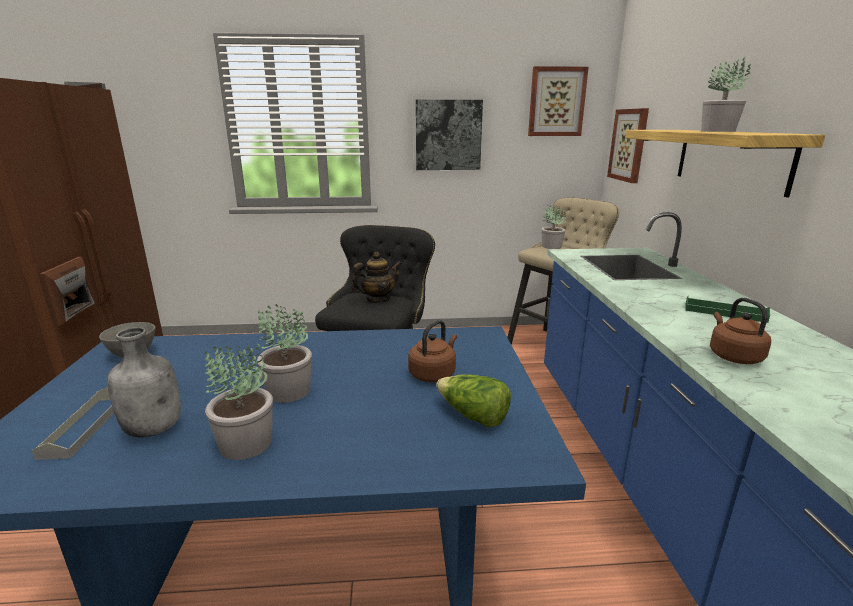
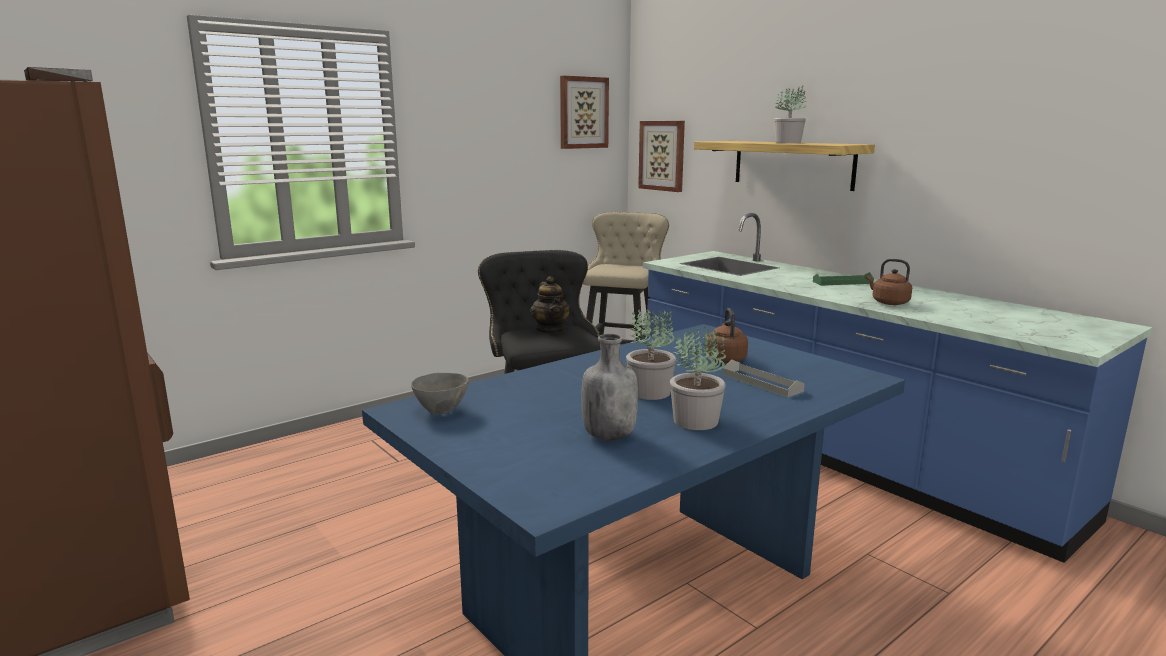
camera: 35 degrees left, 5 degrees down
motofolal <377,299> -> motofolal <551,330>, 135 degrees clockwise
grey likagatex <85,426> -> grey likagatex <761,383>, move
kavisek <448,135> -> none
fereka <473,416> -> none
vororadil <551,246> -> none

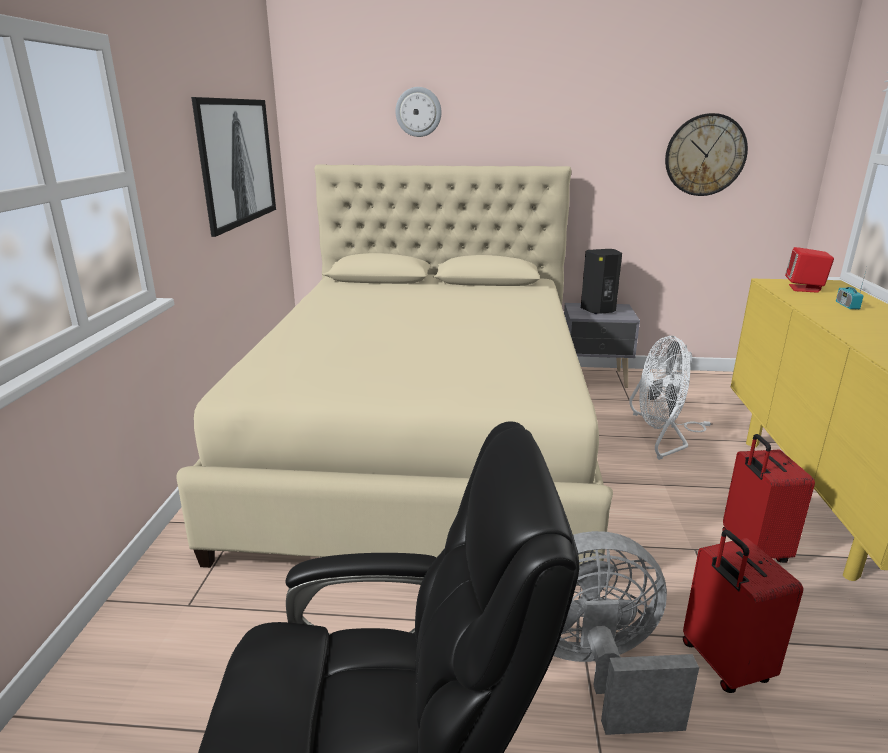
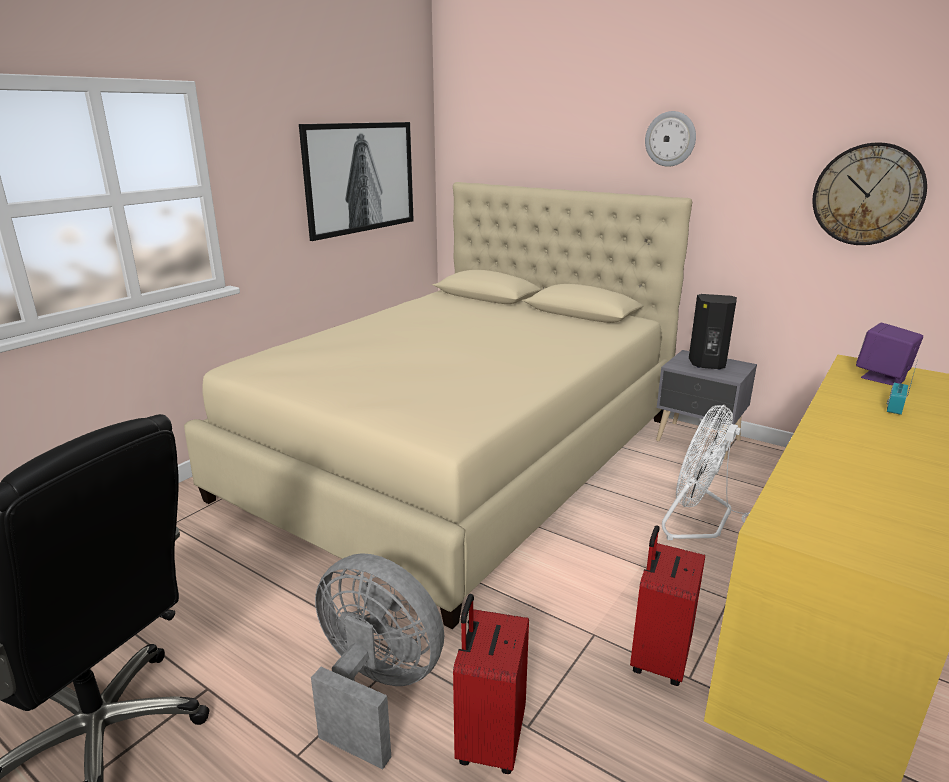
camera: 30 degrees right, 0 degrees up
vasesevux <418,112> -> vasesevux <670,139>, move
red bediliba <804,288> -> purple bediliba <882,377>

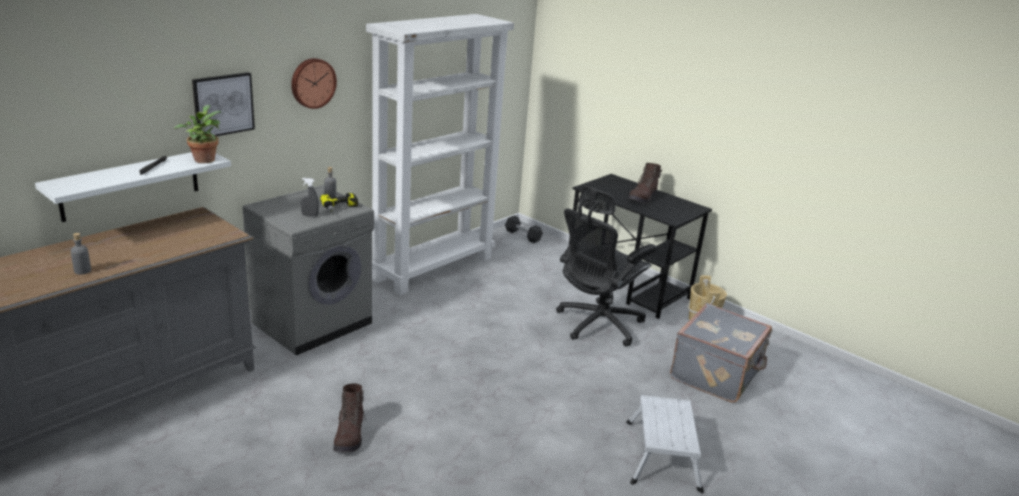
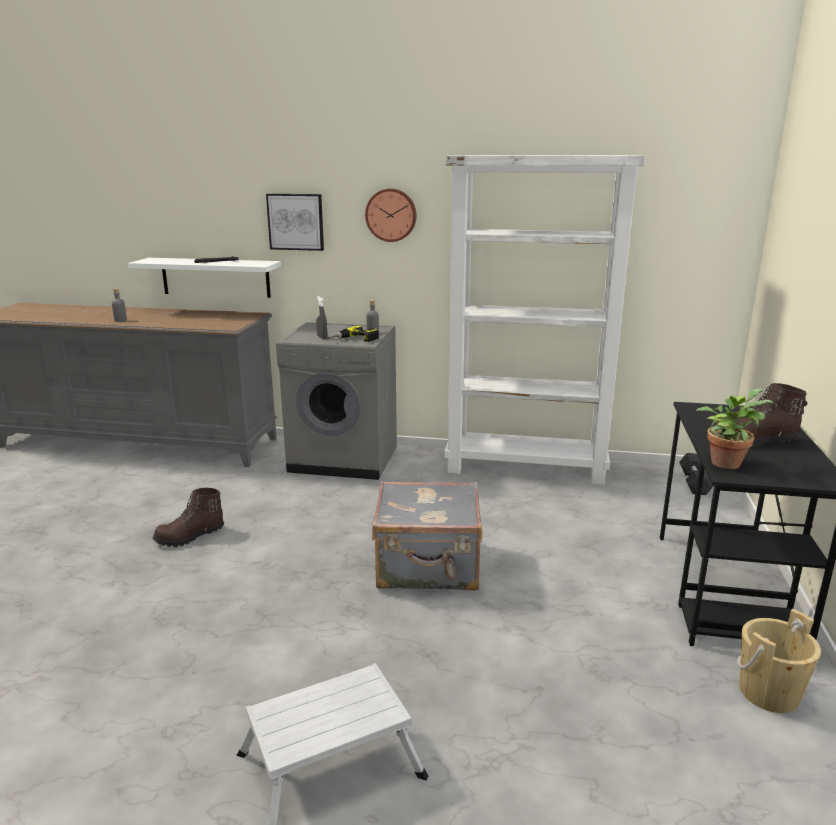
camera: 60 degrees right, 5 degrees down
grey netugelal <717,375> -> grey netugelal <428,567>, move
vororadil <204,159> -> vororadil <726,462>, move
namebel <597,326> -> none

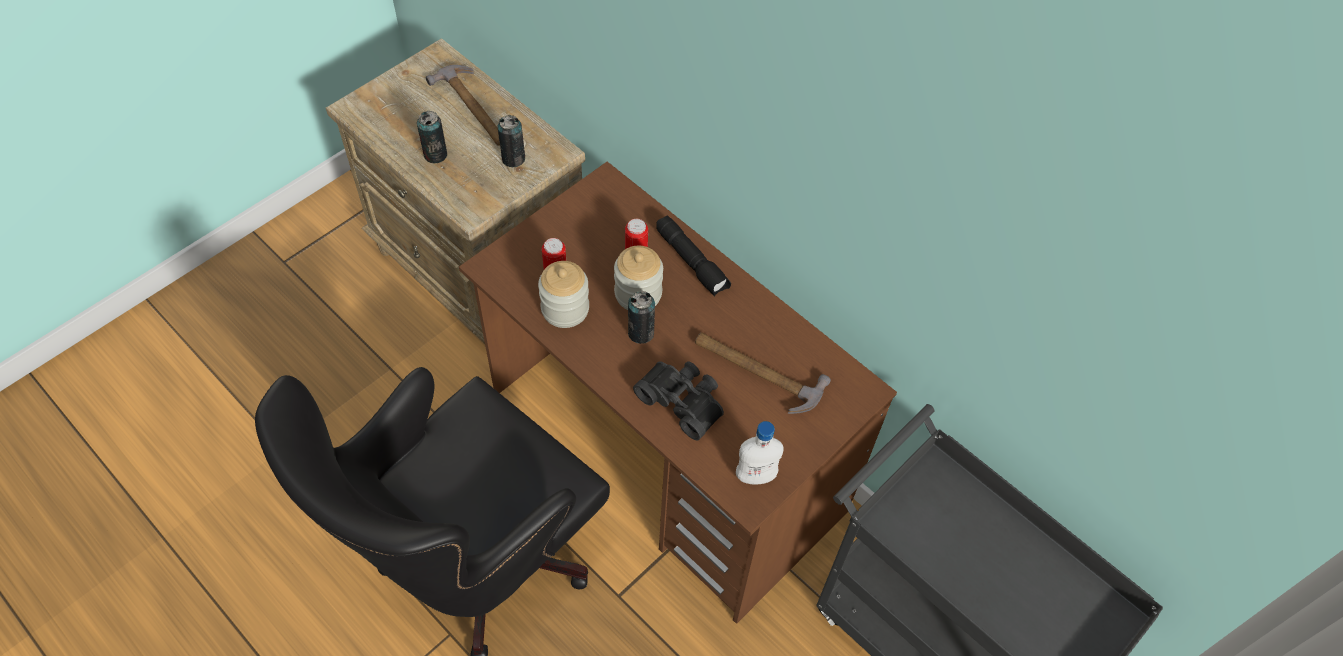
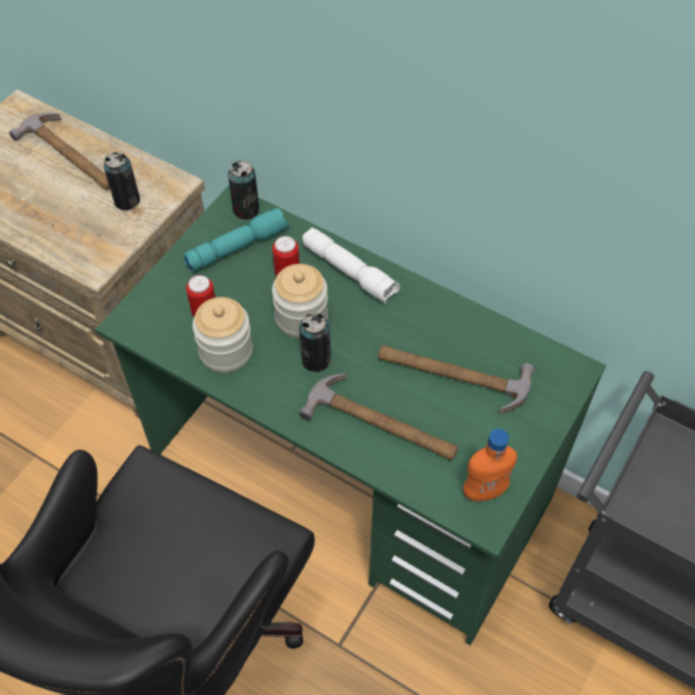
camera: 10 degrees left, 0 degrees up
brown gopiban <665,452> -> green gopiban <349,479>
none -> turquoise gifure <237,246>
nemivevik <435,155> -> nemivevik <246,210>, move
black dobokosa <683,400> -> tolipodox <382,424>
black gifure <692,262> -> white gifure <350,271>
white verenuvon <755,476> -> orange verenuvon <484,491>

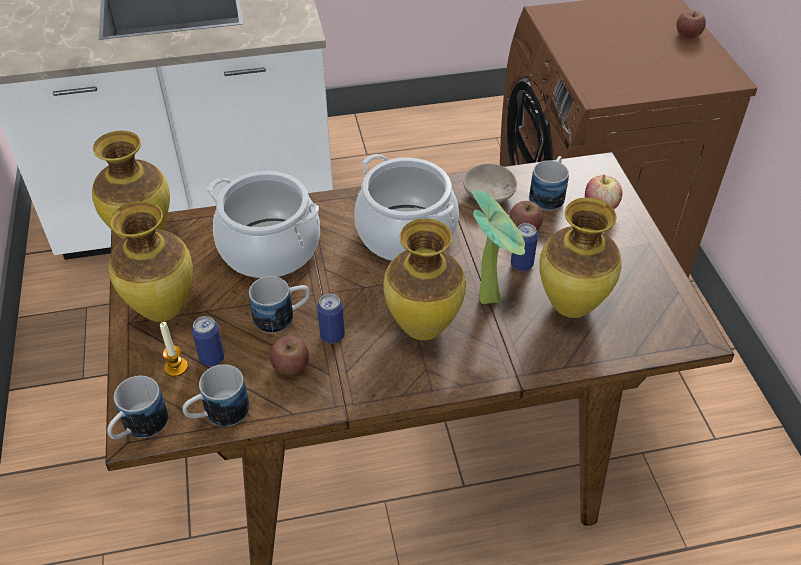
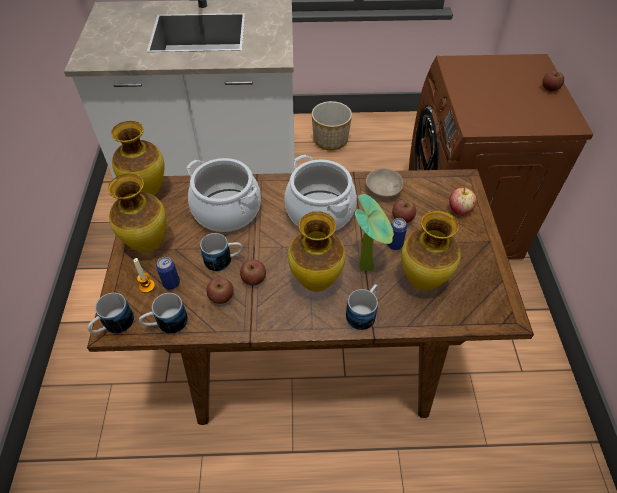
camera: 10 degrees right, 5 degrees up
nemivevik <332,335> -> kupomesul <253,279>
none -> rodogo <330,140>
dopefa <549,194> -> dopefa <364,312>, move

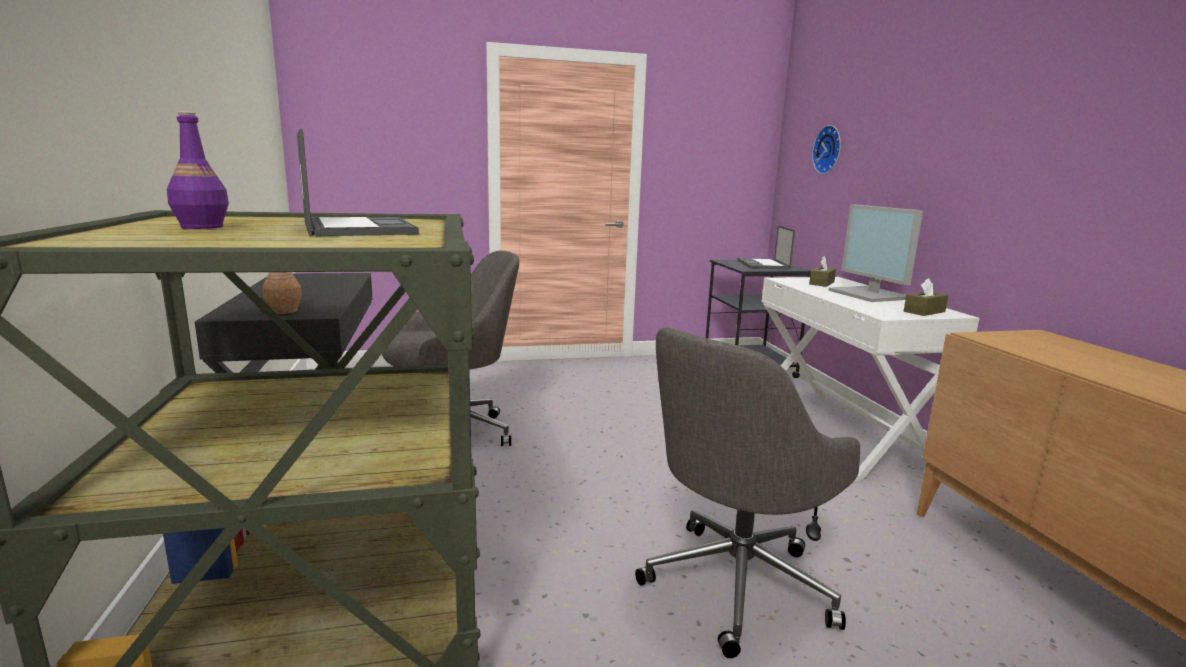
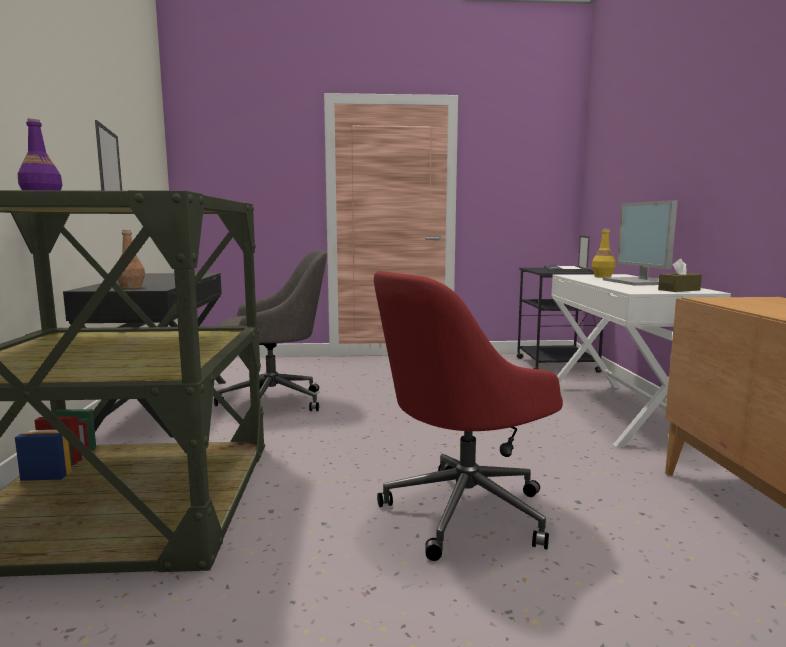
camera: 10 degrees right, 5 degrees down
grey namebel <737,586> -> red namebel <464,513>
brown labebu <821,283> -> yellow verenuvon <602,277>
vasesevux <829,150> -> none

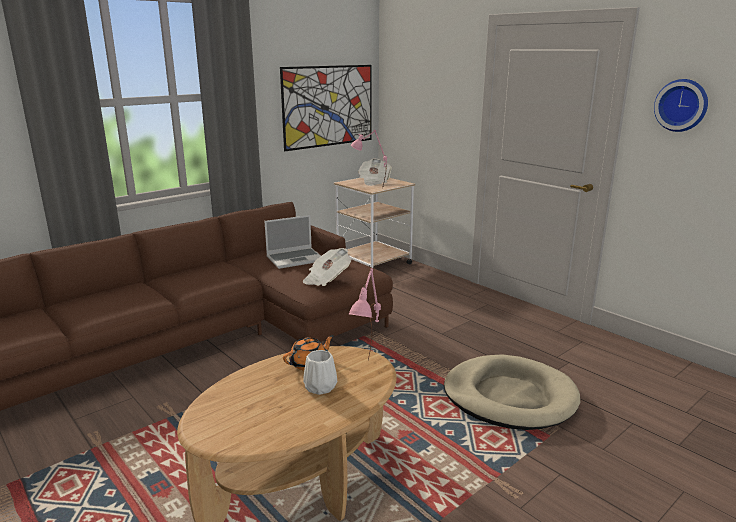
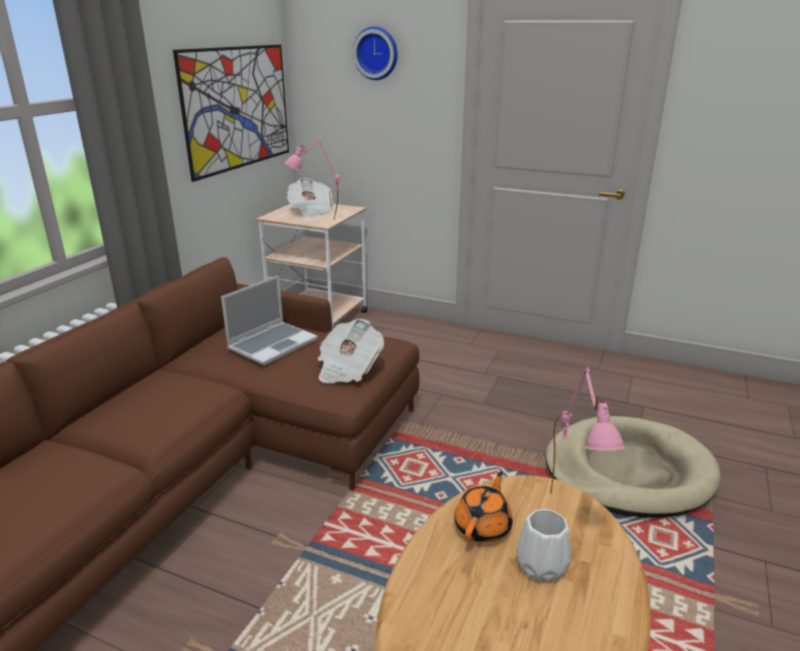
camera: 25 degrees left, 5 degrees up
vasesevux <682,105> -> vasesevux <377,53>, move

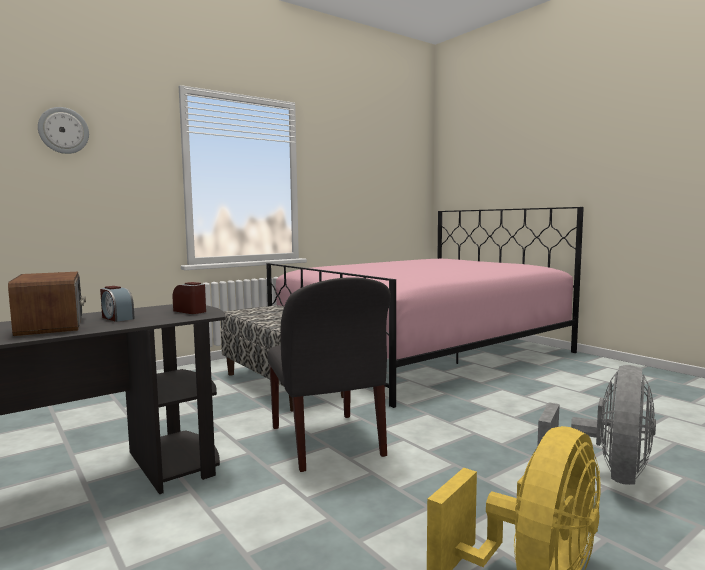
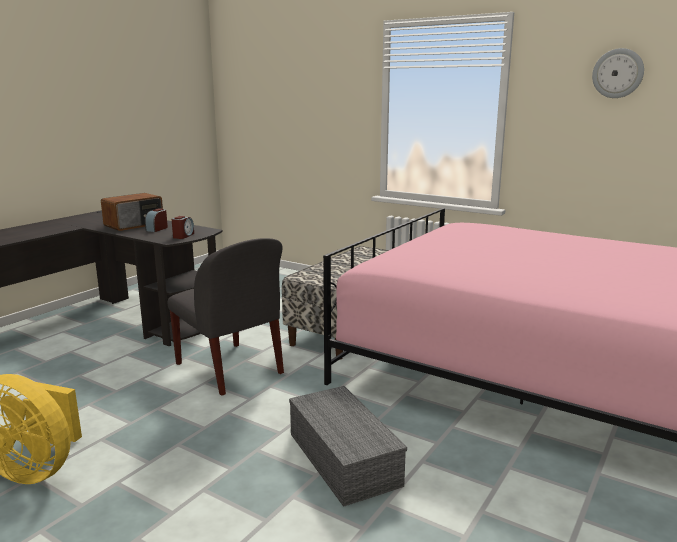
camera: 70 degrees right, 10 degrees up
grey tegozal <327,442> -> grey tegozal <230,369>, 90 degrees counterclockwise
none -> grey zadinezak <341,458>
vasesevux <63,130> -> vasesevux <617,73>, move
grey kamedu <606,476> -> none

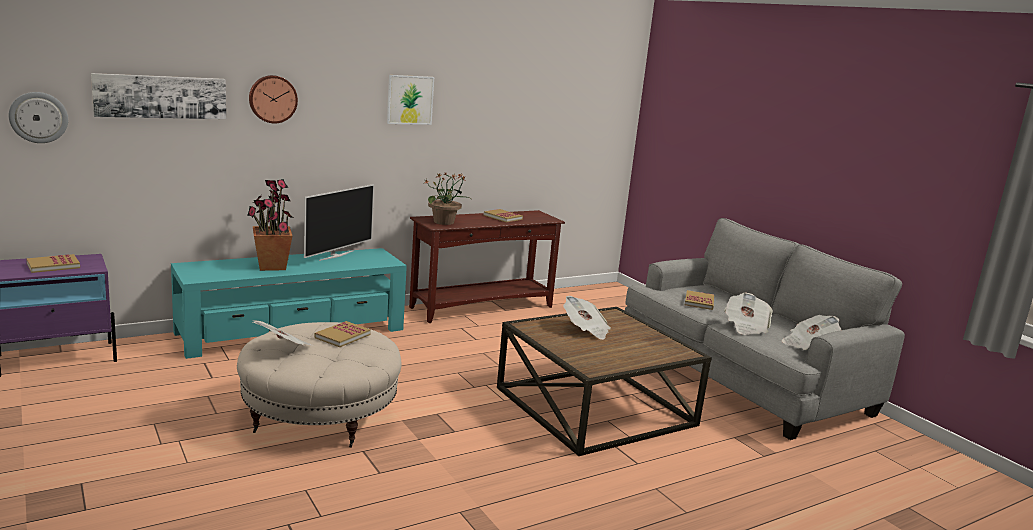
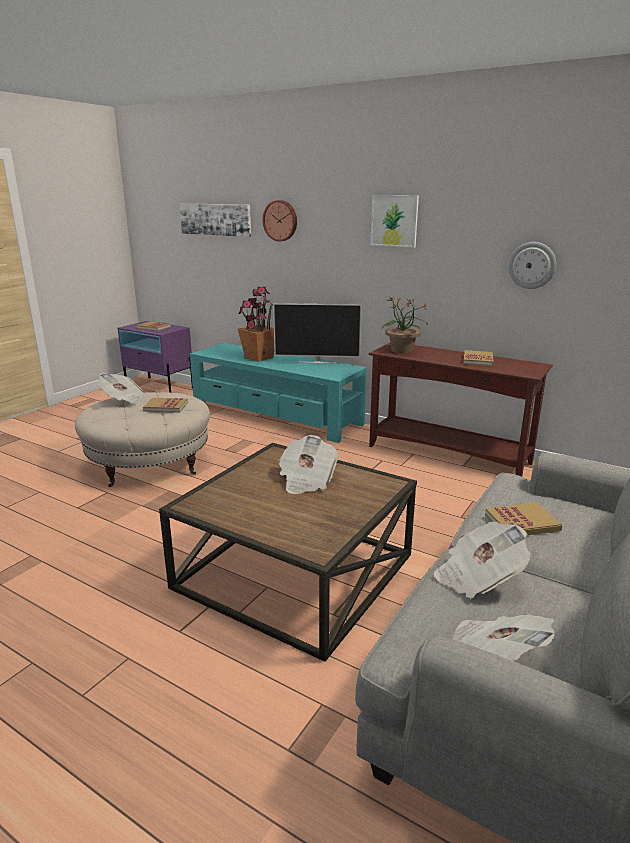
camera: 65 degrees right, 5 degrees up
vasesevux <38,117> -> vasesevux <532,265>, move

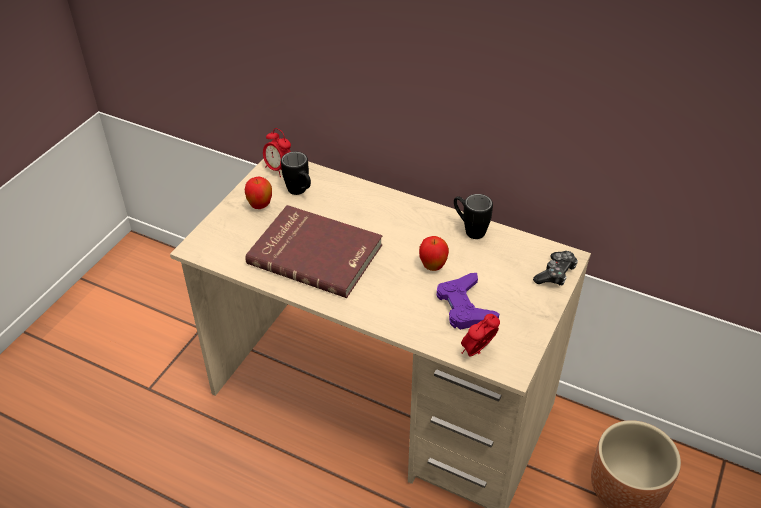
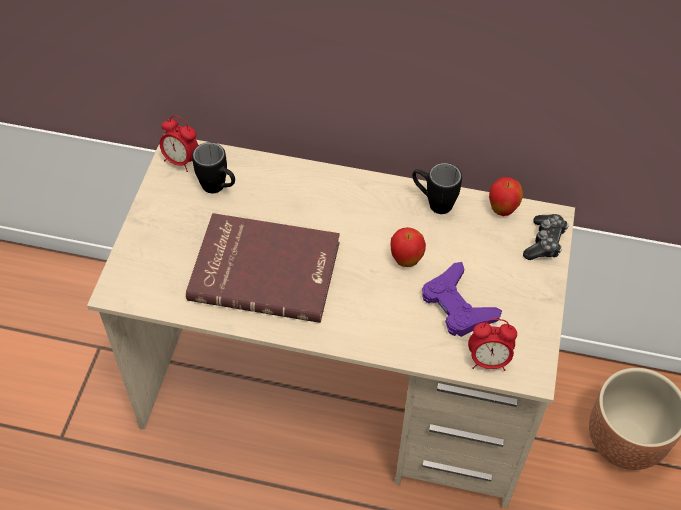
camera: 15 degrees left, 10 degrees up
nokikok <477,352> -> nokikok <488,361>, 120 degrees counterclockwise
kupomesul <260,206> -> kupomesul <502,210>, move

